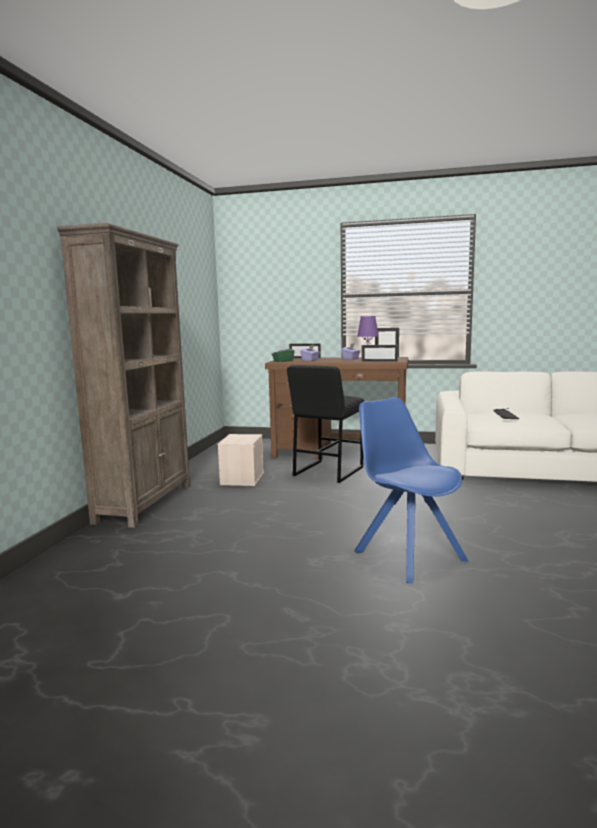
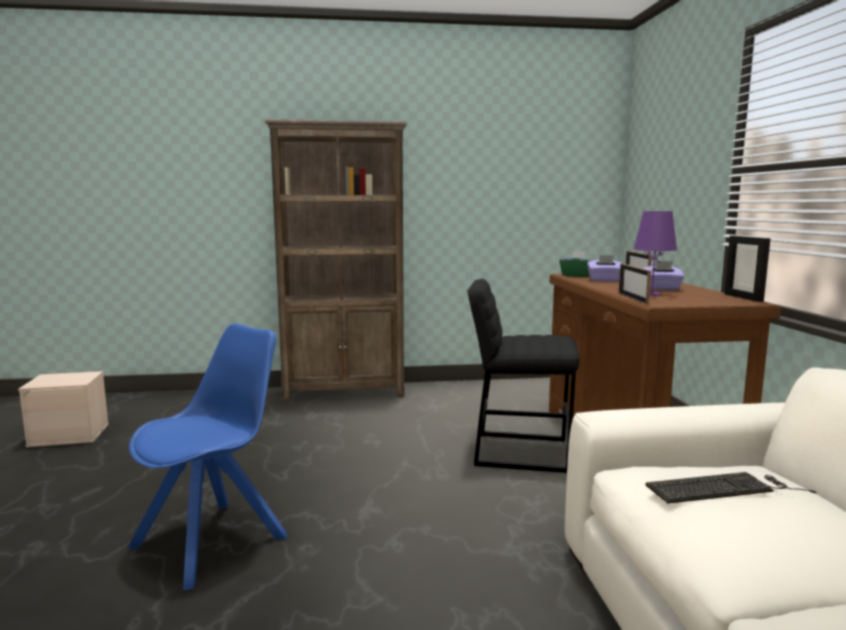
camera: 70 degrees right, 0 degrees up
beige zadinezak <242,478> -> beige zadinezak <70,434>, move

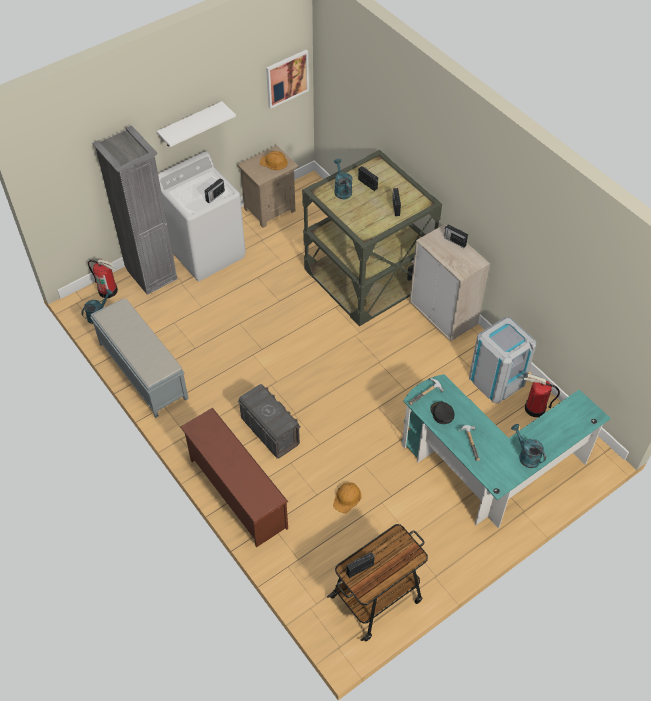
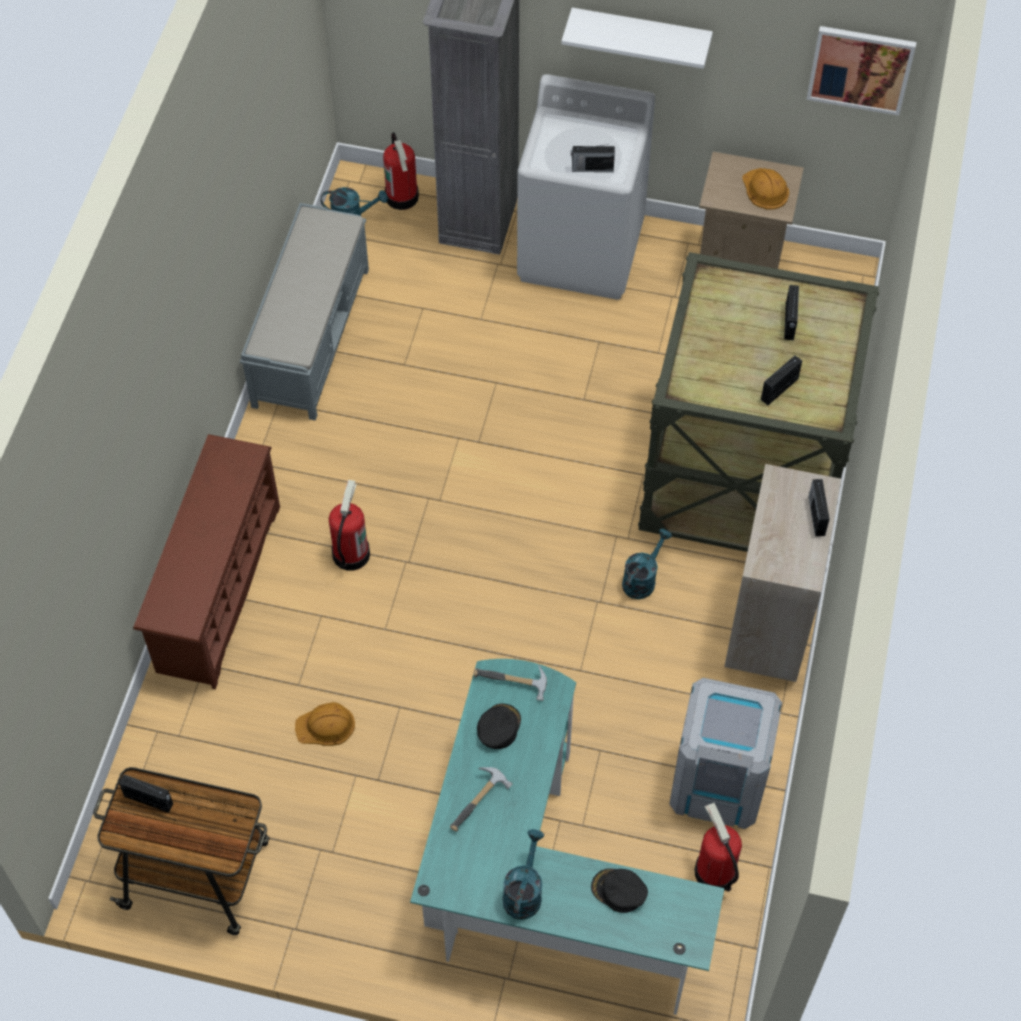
camera: 50 degrees right, 5 degrees up
grey zadinezak <270,431> -> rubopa <350,553>
none -> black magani <618,891>
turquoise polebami <342,190> -> turquoise polebami <642,579>, move

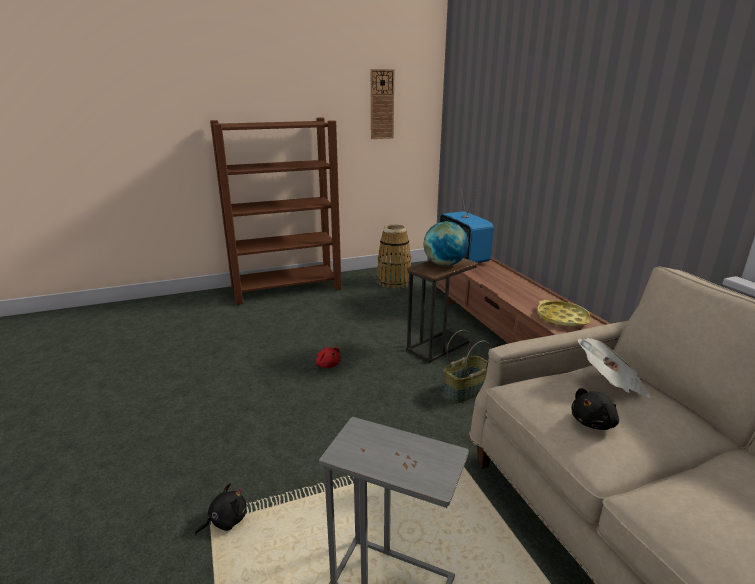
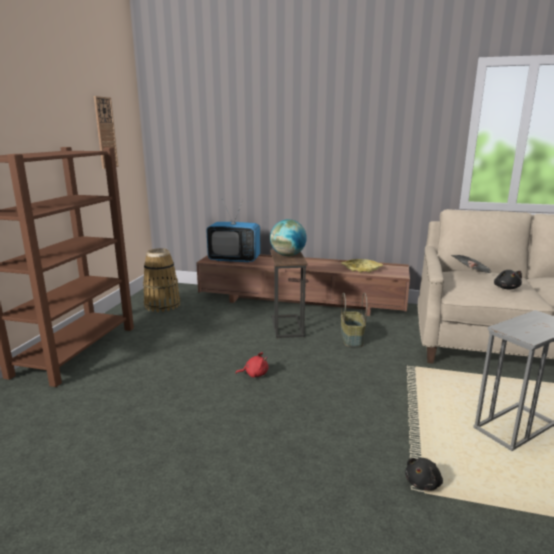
camera: 55 degrees left, 5 degrees down
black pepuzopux <225,520> -> black pepuzopux <423,483>, 135 degrees counterclockwise

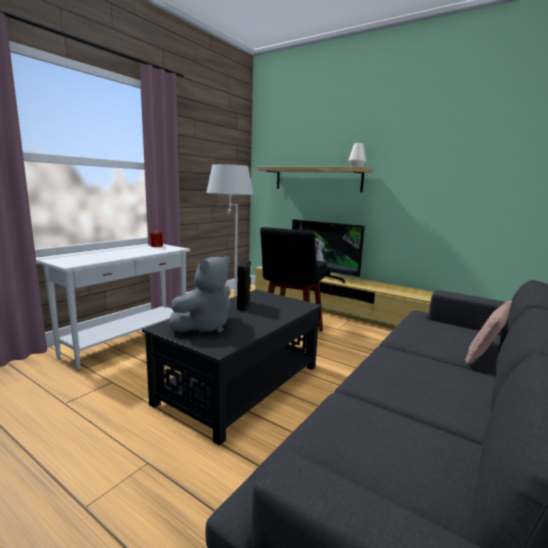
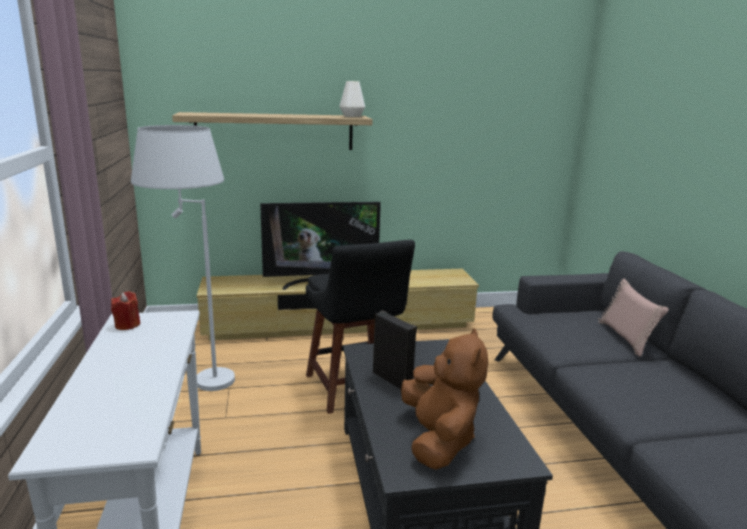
camera: 45 degrees left, 5 degrees up
grey pepuzopux <205,326> -> brown pepuzopux <438,440>

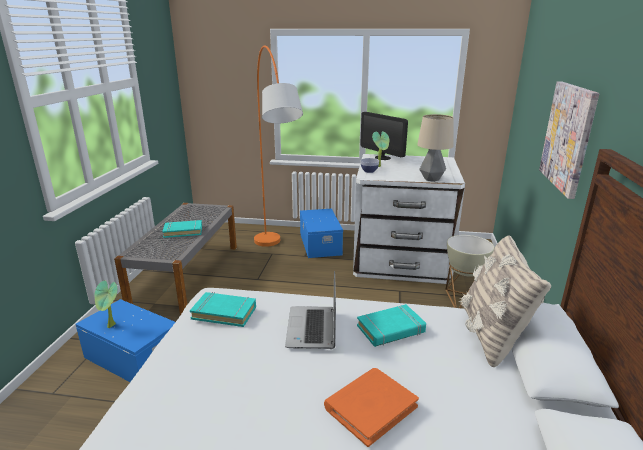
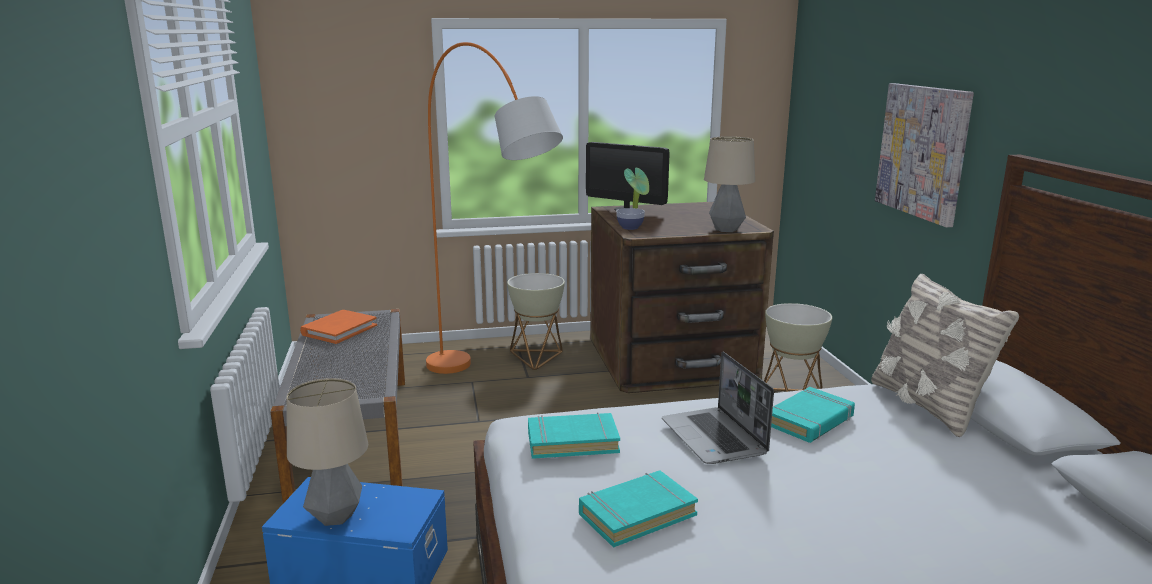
camera: 20 degrees left, 5 degrees down
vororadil <112,326> -> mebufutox <335,517>
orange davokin <370,407> -> orange davokin <339,330>, move
blue zadinezak <319,244> -> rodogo <537,357>
turquoise davokin <183,231> -> turquoise davokin <636,514>, move
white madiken <402,259> -> brown madiken <673,359>

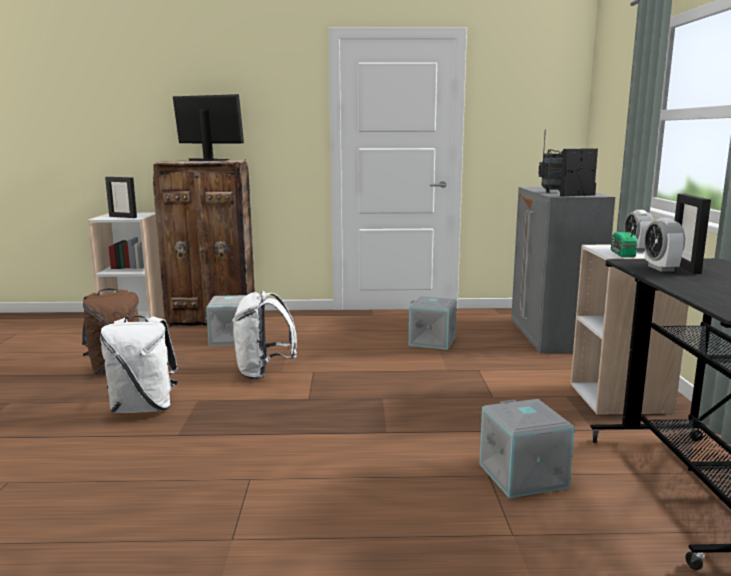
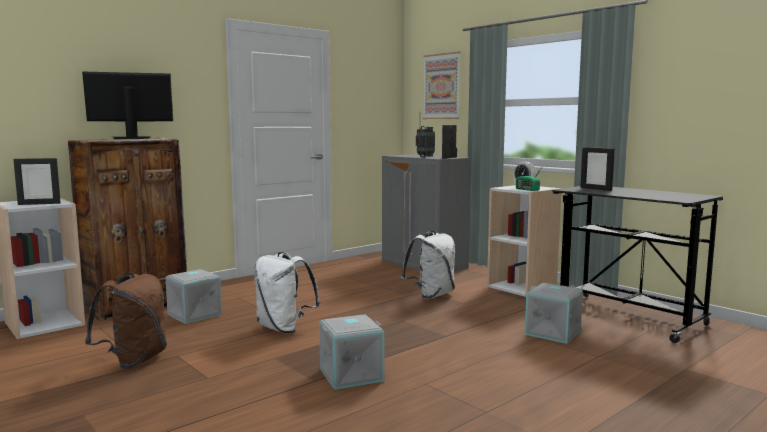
camera: 40 degrees left, 5 degrees down
grey zadinezak <433,341> -> grey zadinezak <351,374>, move
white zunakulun <144,408> -> white zunakulun <431,295>, move
none -> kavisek <441,86>
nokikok <661,268> -> none

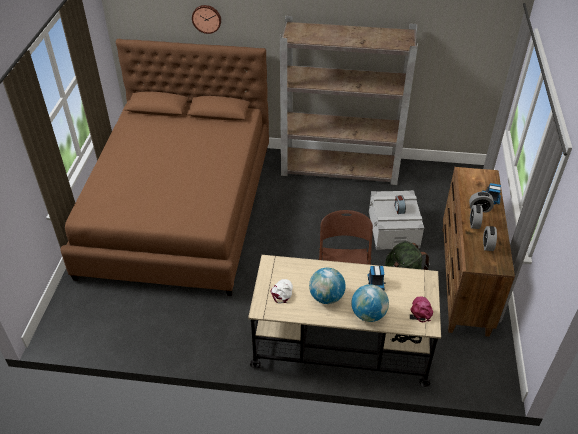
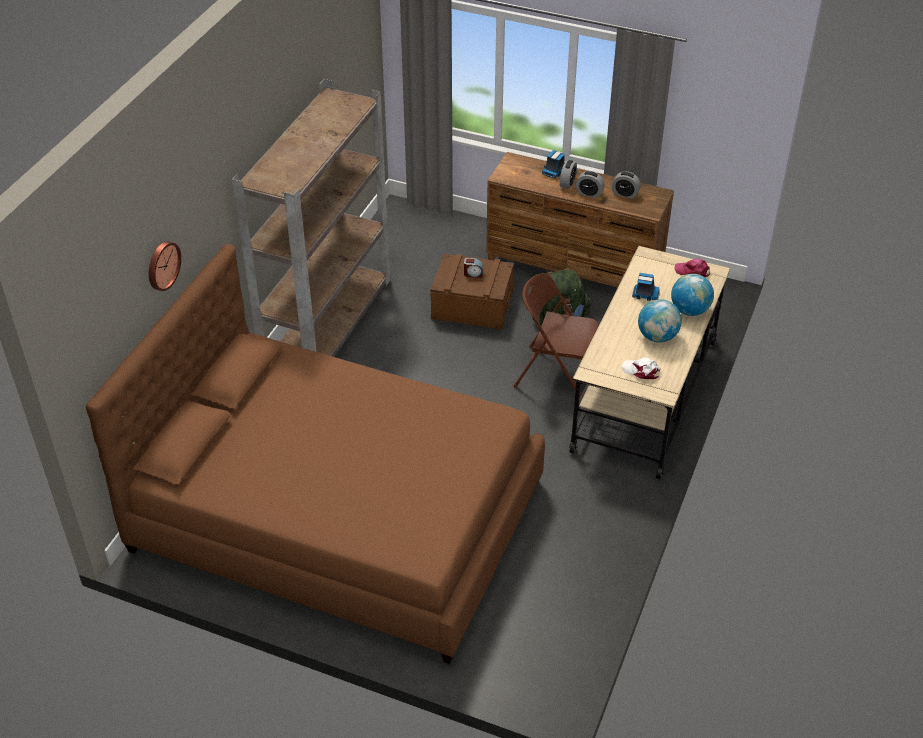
camera: 75 degrees left, 0 degrees up
grey zadinezak <393,229> -> brown zadinezak <472,305>

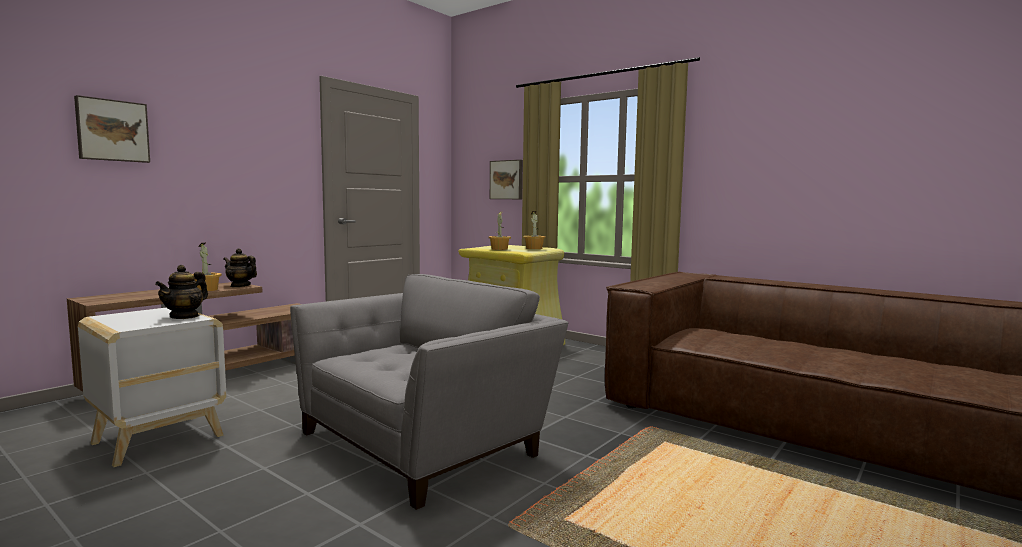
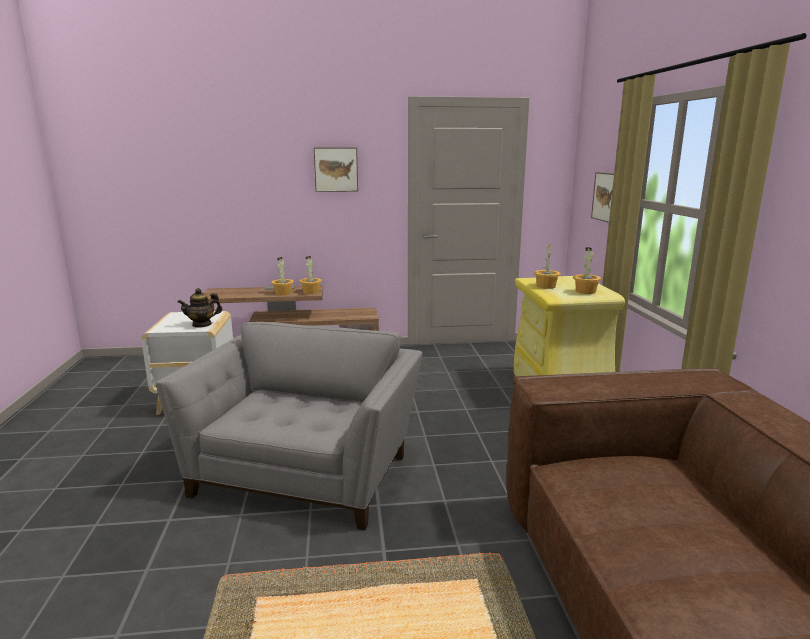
camera: 45 degrees right, 10 degrees up
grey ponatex <424,441> -> grey ponatex <305,471>, 75 degrees counterclockwise
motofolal <240,286> -> vororadil <311,292>
kavisek <112,130> -> kavisek <336,169>, move

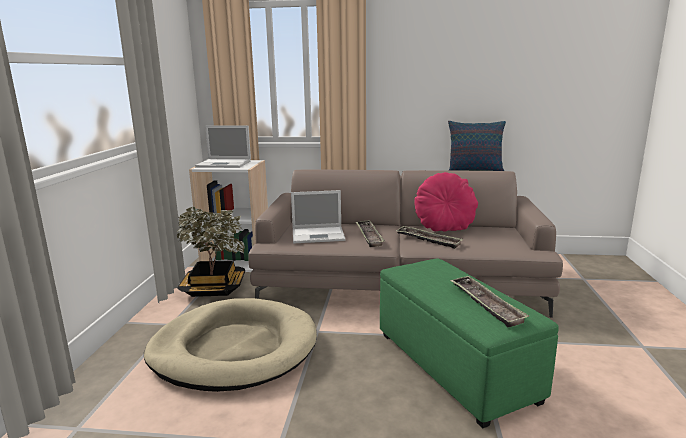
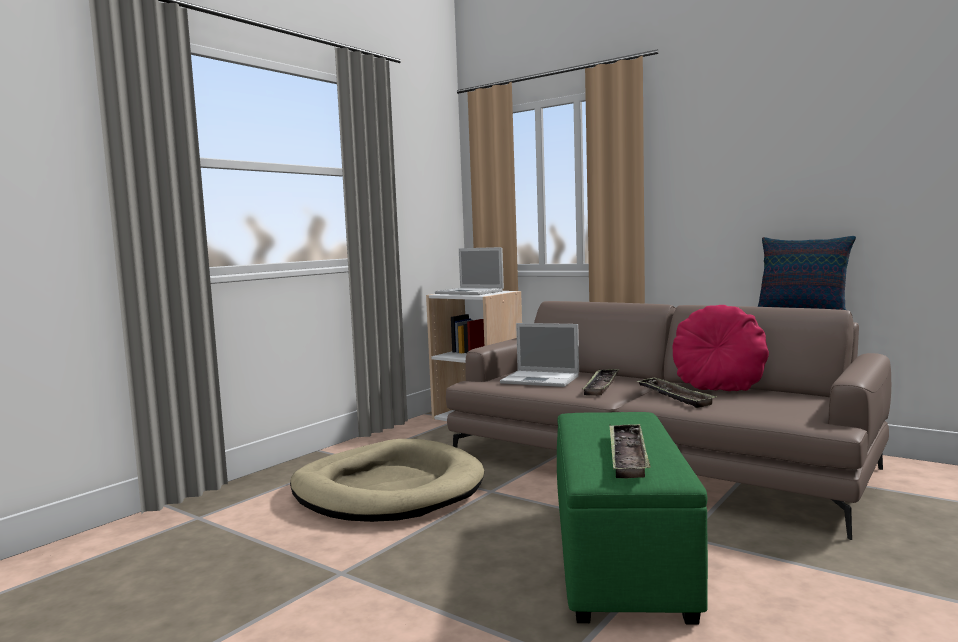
camera: 30 degrees right, 10 degrees down
vororadil <213,288> -> none

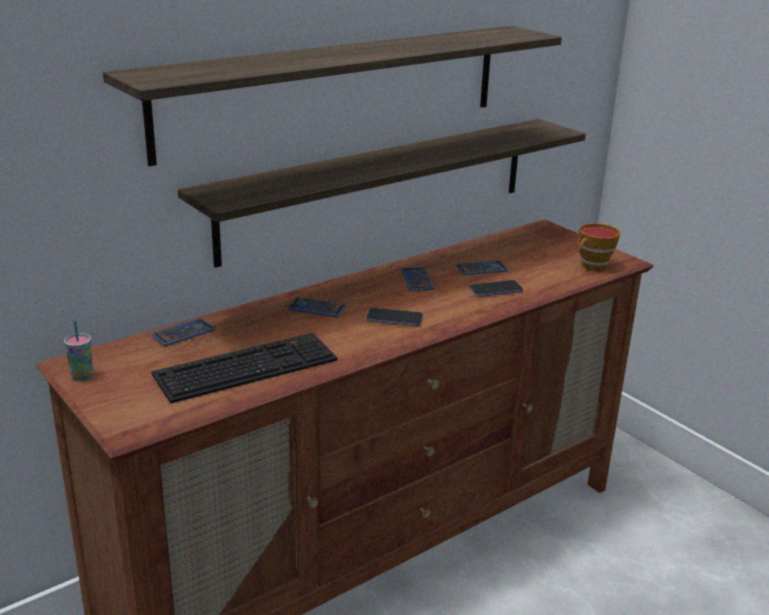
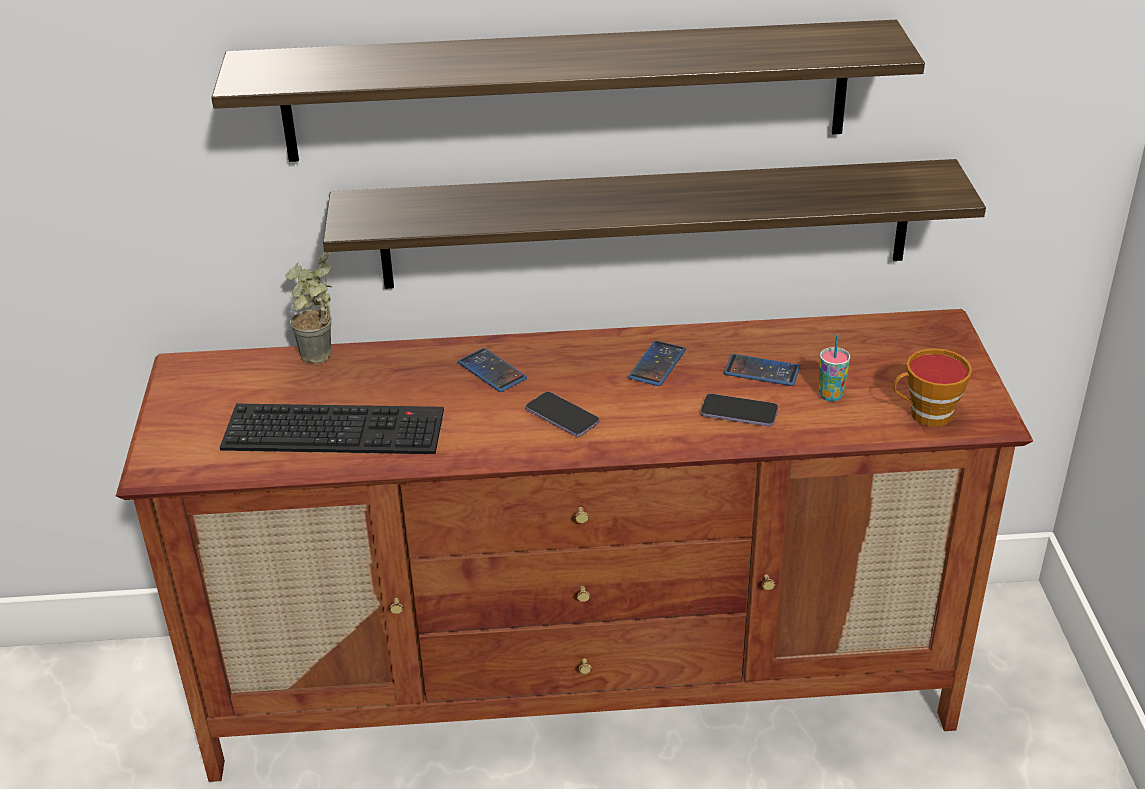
camera: 35 degrees right, 10 degrees up
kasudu <183,333> -> vororadil <320,361>
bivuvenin <82,376> -> bivuvenin <830,395>, move

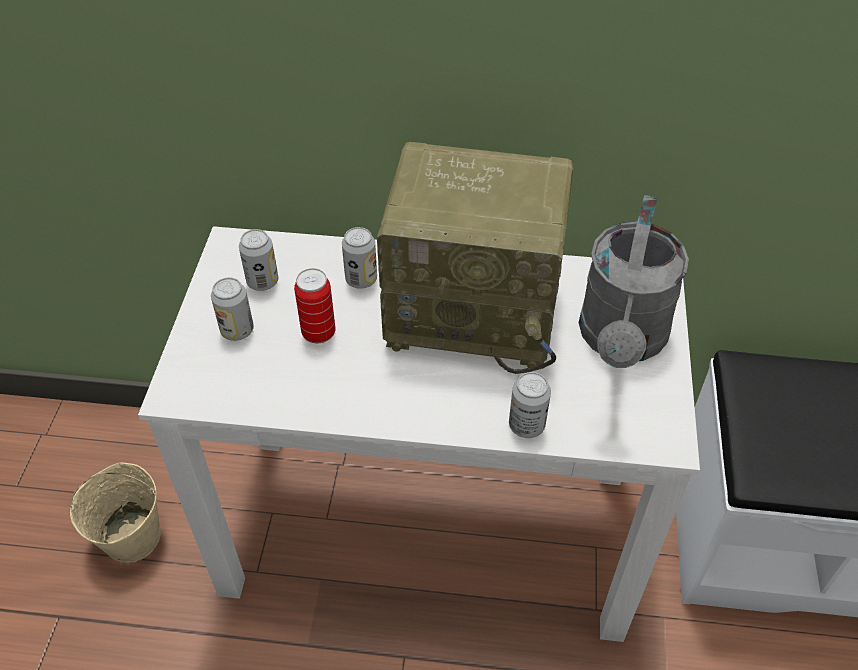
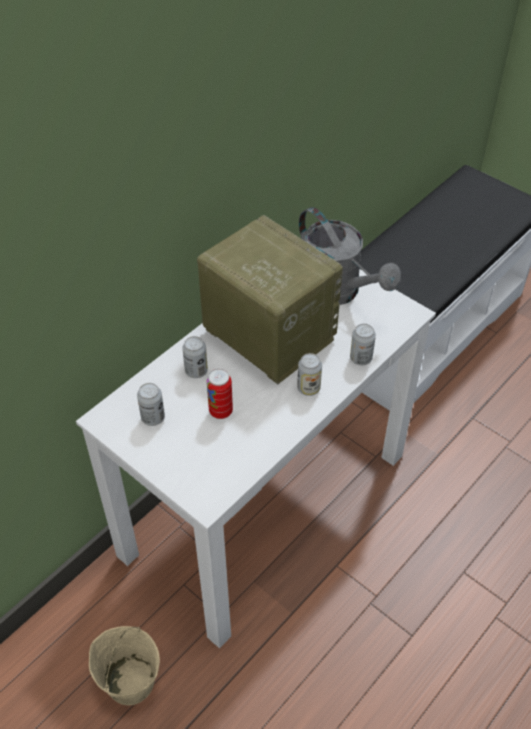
camera: 55 degrees left, 0 degrees up
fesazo <476,309> -> fesazo <266,334>, 90 degrees counterclockwise
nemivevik <237,330> -> nemivevik <308,388>, move

